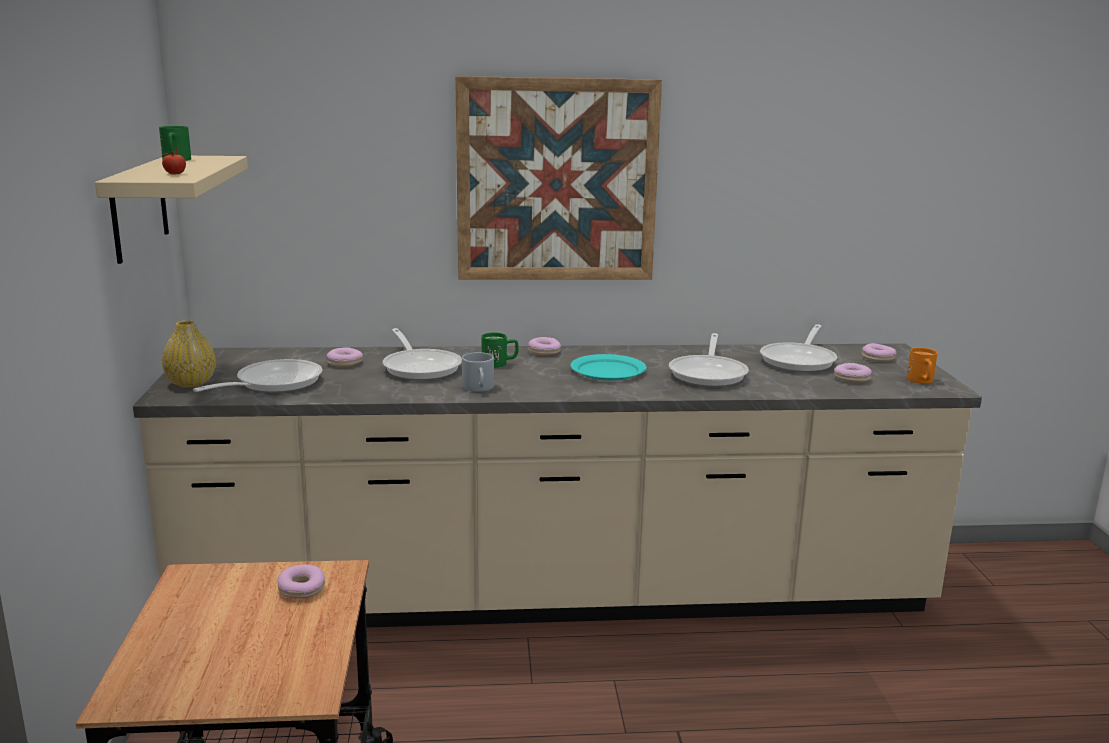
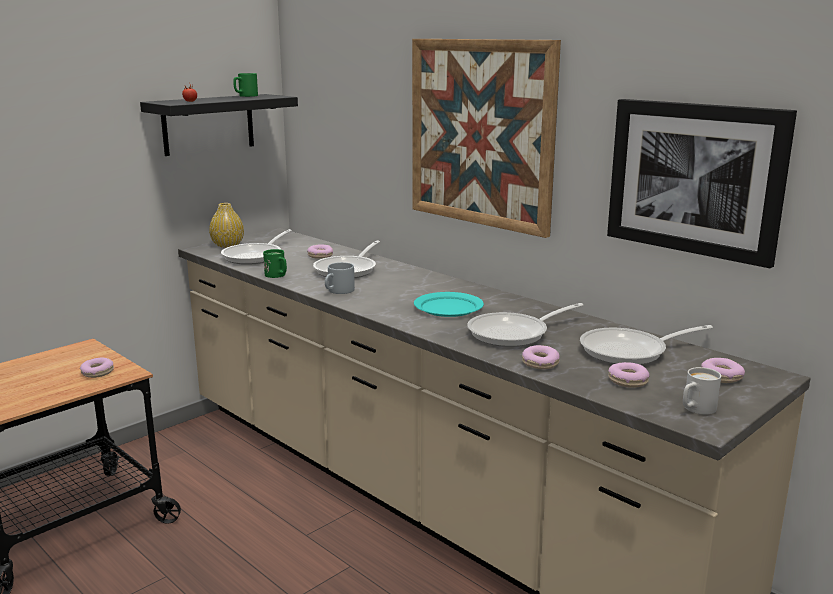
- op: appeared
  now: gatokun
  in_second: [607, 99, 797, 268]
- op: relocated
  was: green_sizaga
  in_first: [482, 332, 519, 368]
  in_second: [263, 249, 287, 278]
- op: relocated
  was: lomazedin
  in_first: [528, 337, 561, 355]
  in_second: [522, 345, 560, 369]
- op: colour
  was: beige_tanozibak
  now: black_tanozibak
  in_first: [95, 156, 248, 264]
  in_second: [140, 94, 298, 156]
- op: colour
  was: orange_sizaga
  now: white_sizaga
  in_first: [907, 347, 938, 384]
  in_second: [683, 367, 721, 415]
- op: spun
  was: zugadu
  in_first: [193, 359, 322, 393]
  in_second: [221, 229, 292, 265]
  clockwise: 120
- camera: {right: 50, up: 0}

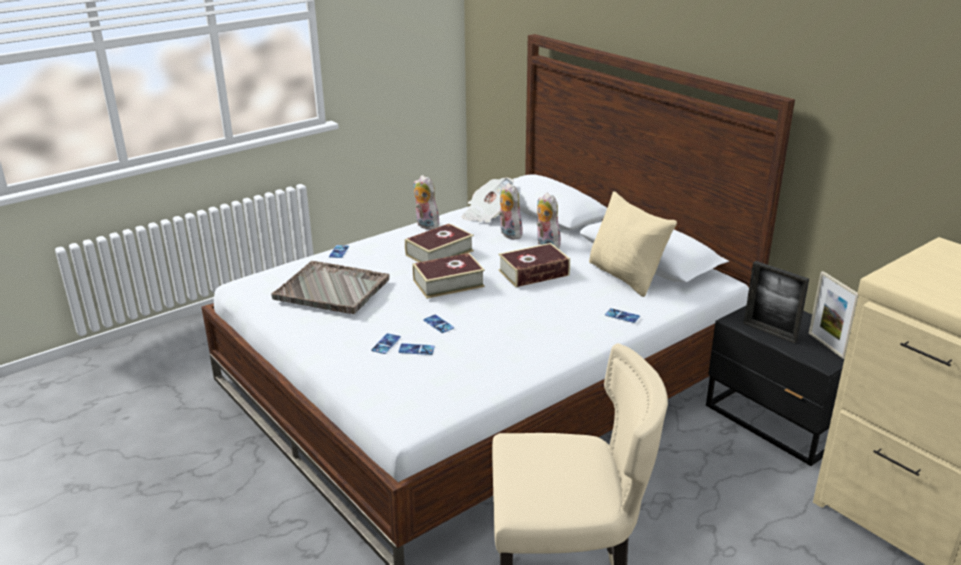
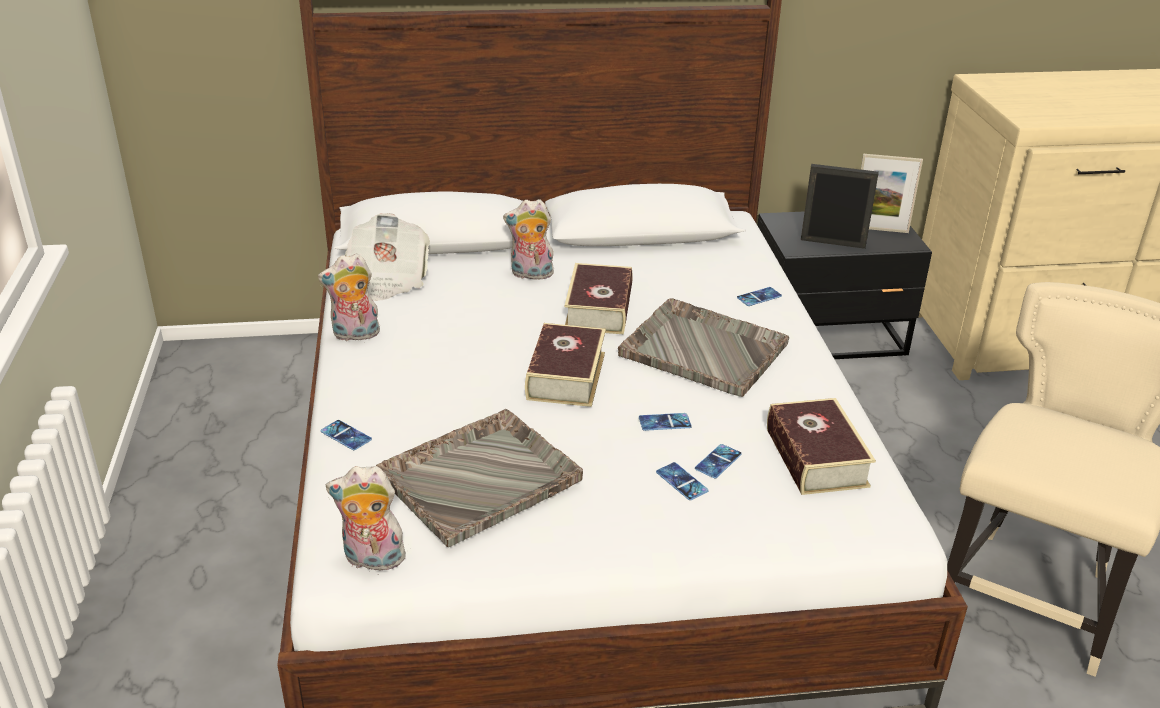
- op: missing
  was: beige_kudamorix
  in_first: [589, 191, 677, 297]
- op: appeared
  now: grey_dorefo
  in_second: [618, 298, 789, 397]
- op: relocated
  was: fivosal
  in_first: [405, 223, 474, 262]
  in_second: [767, 398, 876, 495]
- op: relocated
  was: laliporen
  in_first: [498, 183, 523, 239]
  in_second: [326, 466, 406, 571]
- op: spun
  was: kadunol
  in_first: [744, 261, 809, 343]
  in_second: [801, 164, 879, 249]
  clockwise: -150
- camera: {right: -60, up: 5}

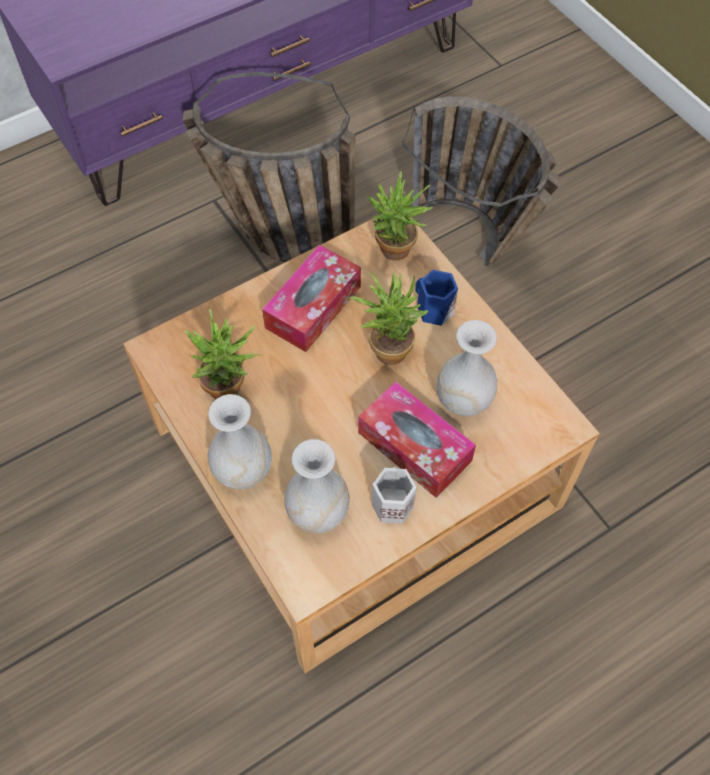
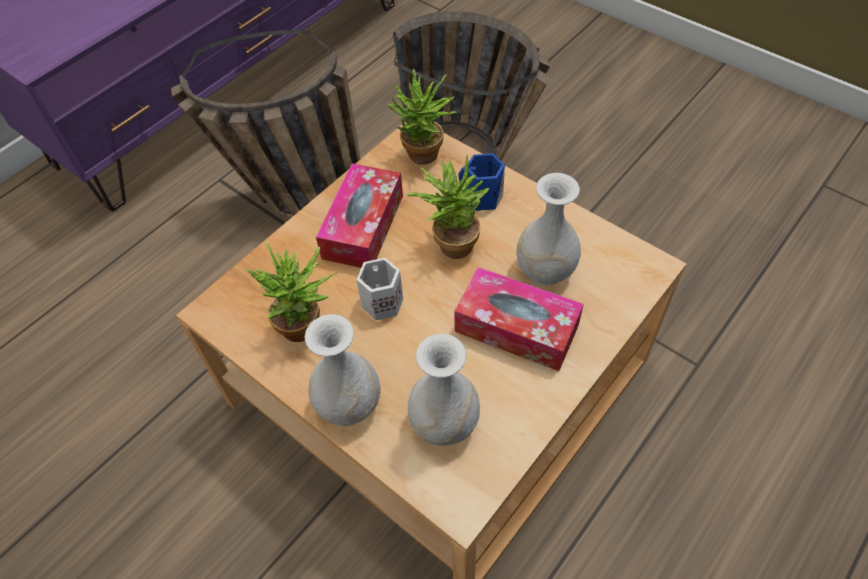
- op: relocated
  was: white_sizaga
  in_first: [372, 467, 417, 524]
  in_second: [356, 258, 403, 320]
- camera: {right: -15, up: -5}

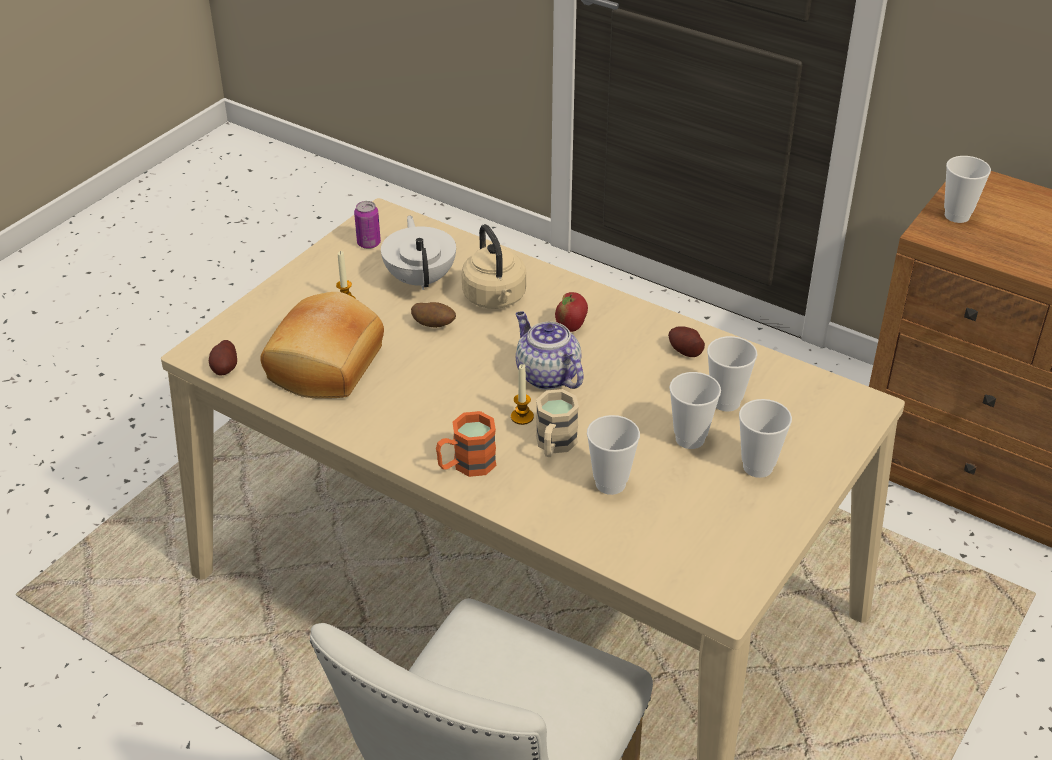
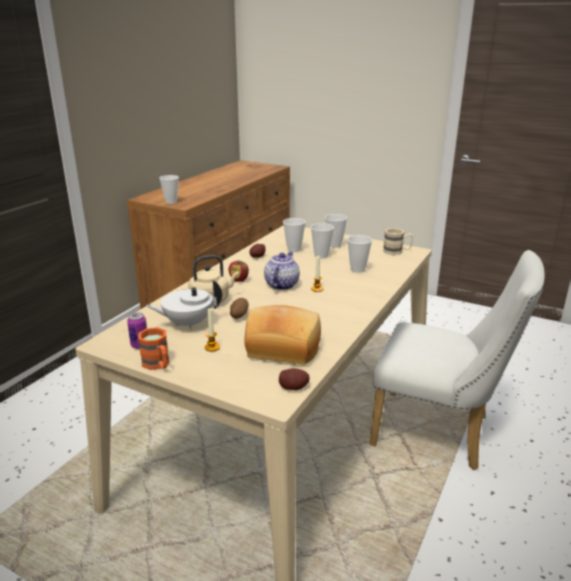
- op: relocated
  was: orange_sizaga
  in_first: [436, 411, 496, 477]
  in_second: [138, 327, 169, 370]
- op: relocated
  was: beige_sizaga
  in_first: [536, 389, 579, 457]
  in_second: [383, 228, 413, 255]
- op: spun
  was: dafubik
  in_first: [516, 311, 584, 390]
  in_second: [264, 252, 300, 290]
  clockwise: 150
- camera: {right: -95, up: -15}

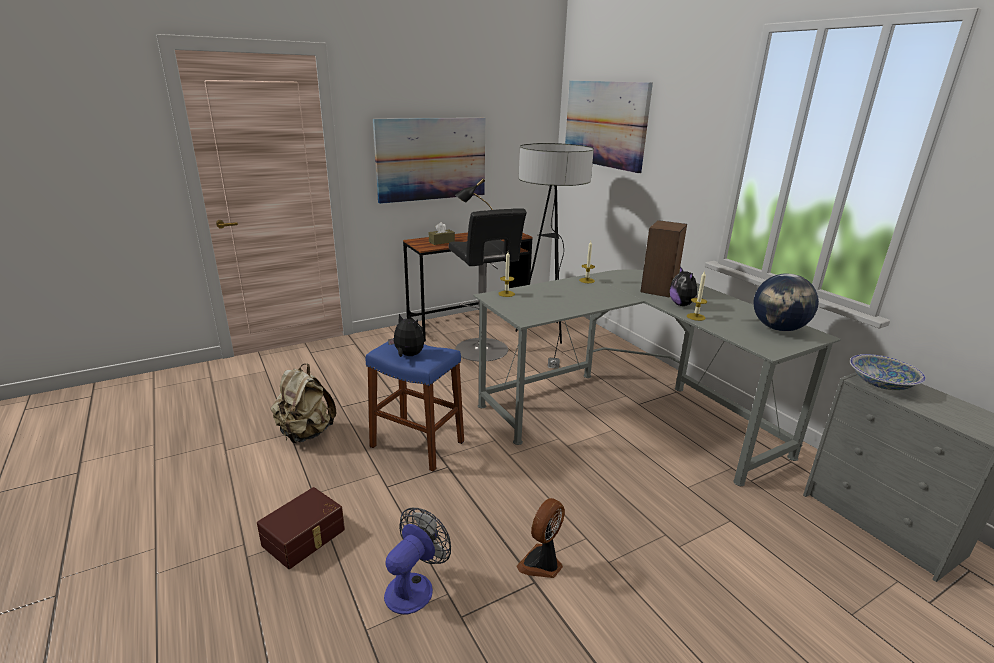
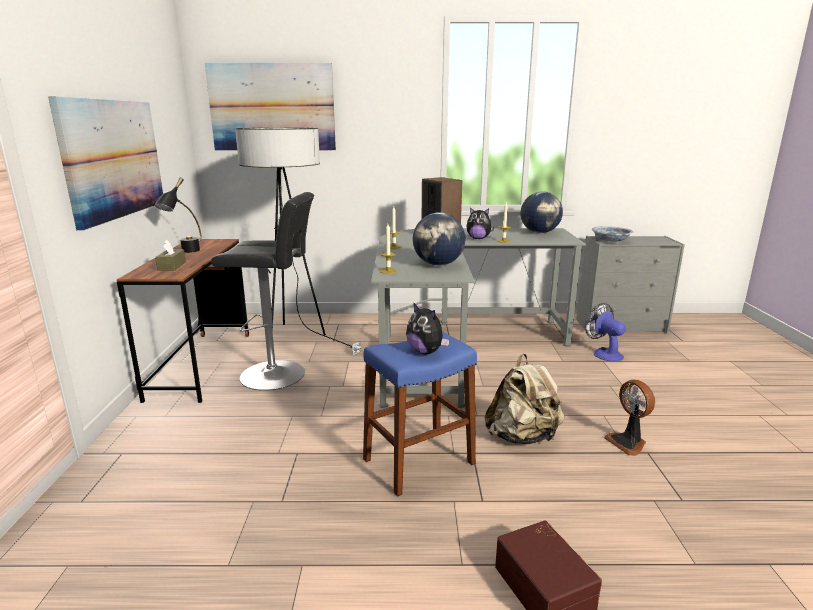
- op: appeared
  now: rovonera
  in_second: [413, 212, 466, 266]
- op: relocated
  was: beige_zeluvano
  in_first: [271, 363, 337, 443]
  in_second: [484, 354, 564, 444]
- op: relocated
  was: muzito
  in_first: [384, 508, 451, 615]
  in_second: [585, 303, 626, 362]
- op: spun
  was: laliporen
  in_first: [388, 314, 424, 357]
  in_second: [406, 302, 449, 355]
  clockwise: -105
- camera: {right: -60, up: -5}

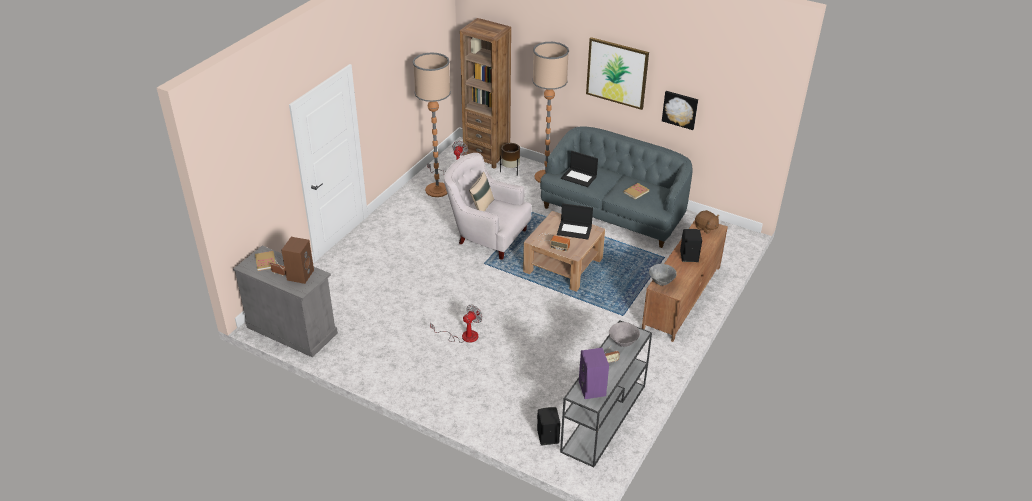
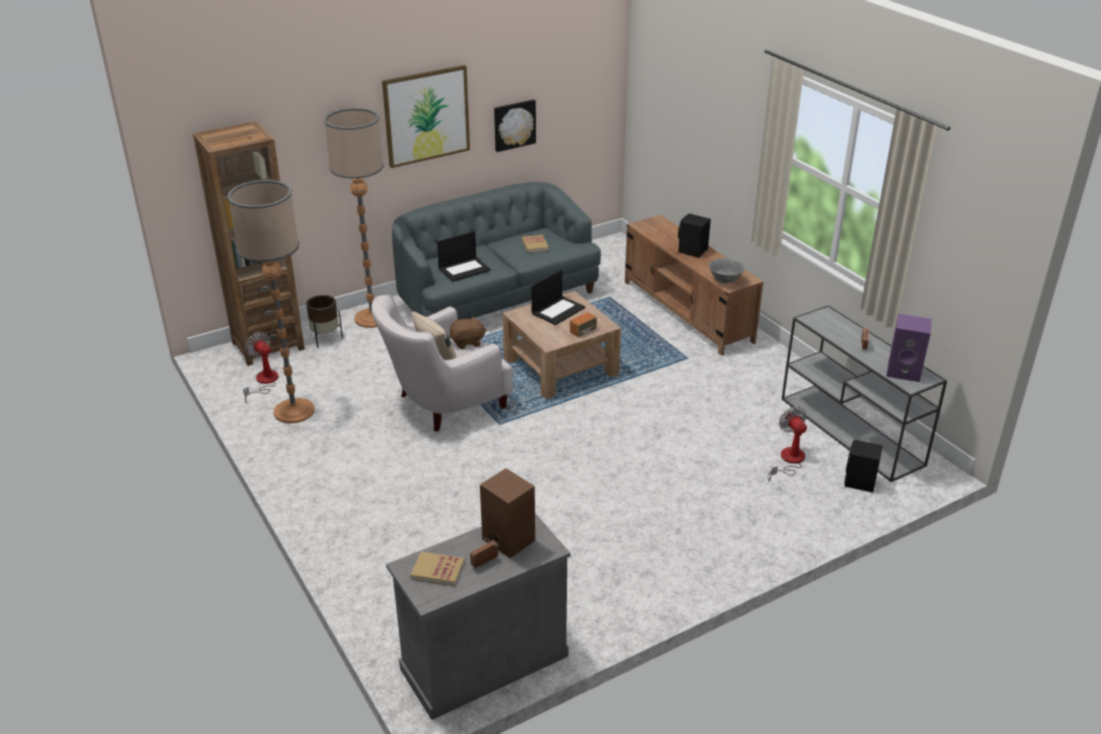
- op: missing
  was: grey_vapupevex
  in_first: [609, 322, 640, 347]
- op: relocated
  was: muzito
  in_first: [430, 305, 483, 343]
  in_second: [768, 407, 807, 481]
- op: relocated
  was: brown_laliporen
  in_first: [695, 210, 719, 234]
  in_second: [449, 316, 486, 349]
- camera: {right: -60, up: -5}

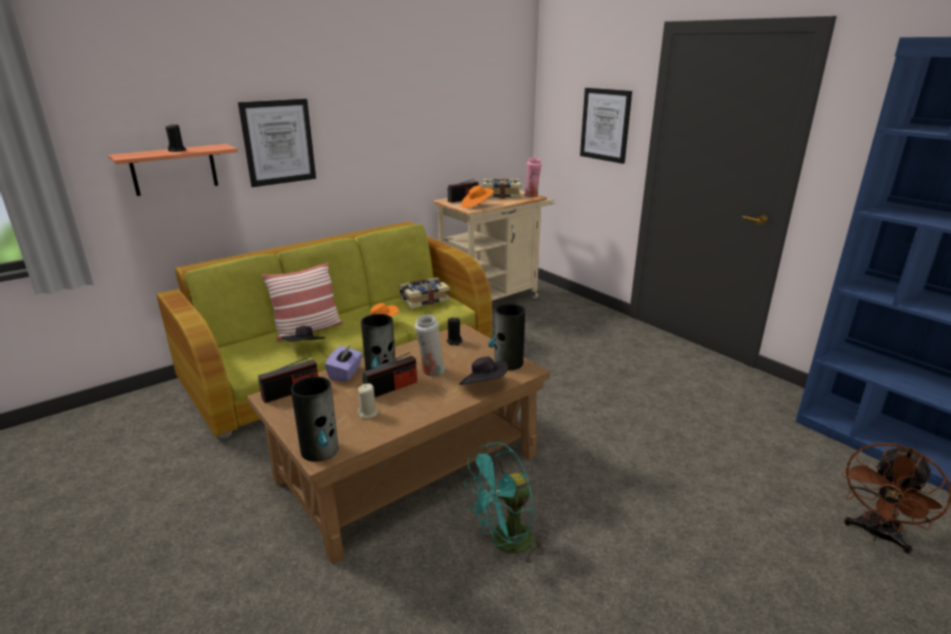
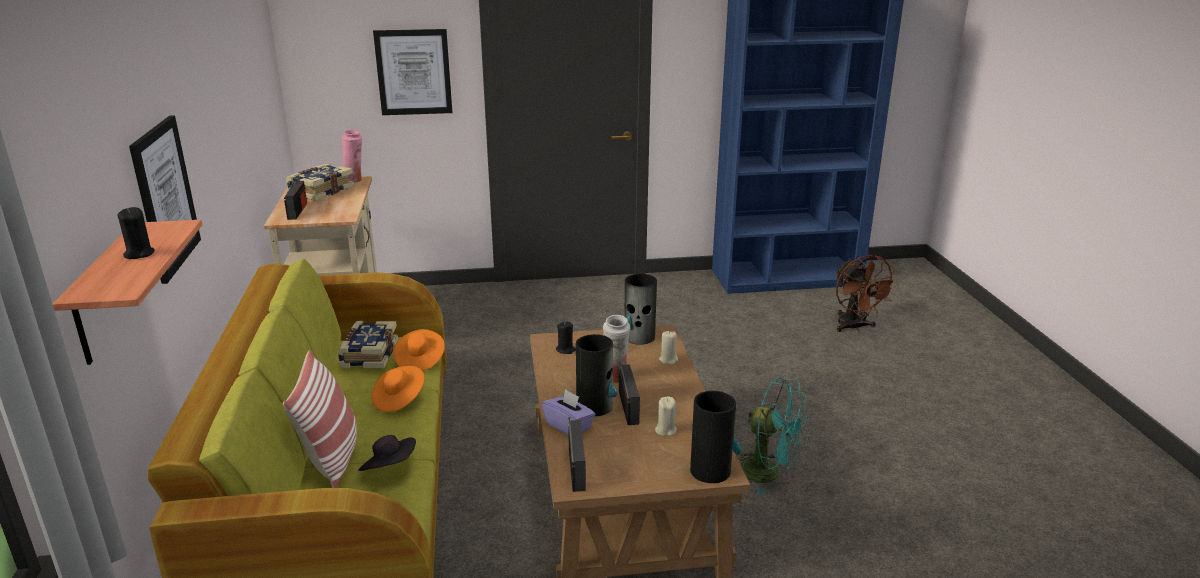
- op: relocated
  was: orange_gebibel
  in_first: [461, 185, 494, 208]
  in_second: [394, 329, 445, 371]
- op: exchanged
  was: black_gebibel
  now: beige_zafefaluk
  in_first: [459, 357, 508, 385]
  in_second: [659, 331, 678, 365]
- op: spun
  was: turquoise_muzito
  in_first: [464, 442, 548, 565]
  in_second: [736, 377, 808, 495]
  clockwise: -60
- camera: {right: -60, up: 0}

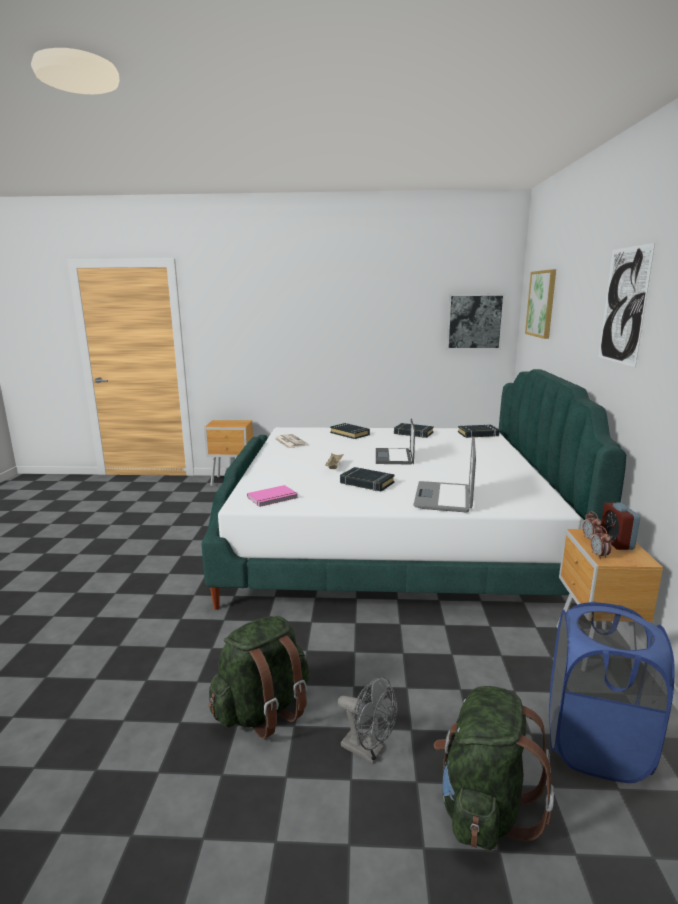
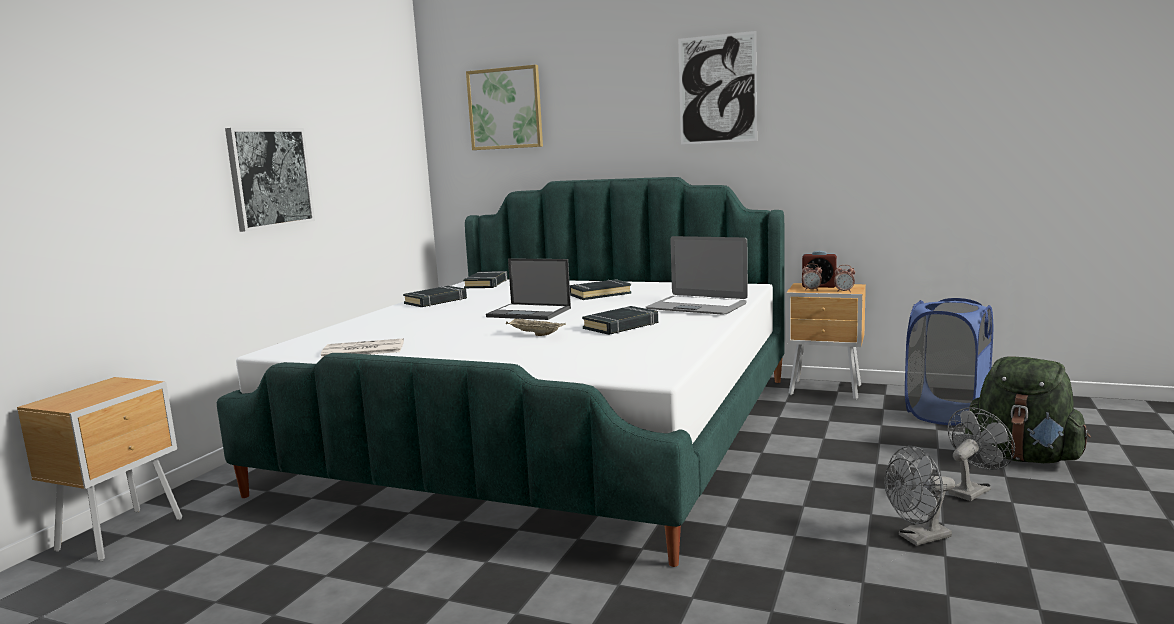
- op: missing
  was: pink_fivosal
  in_first: [247, 485, 298, 507]
- op: relocated
  was: black_fivosal
  in_first: [330, 423, 370, 439]
  in_second: [570, 279, 632, 300]
- op: relocated
  was: gatokun
  in_first: [446, 294, 505, 350]
  in_second: [225, 128, 315, 232]
- op: exchanged
  was: green_zeluvano
  now: grey_muzito
  in_first: [208, 616, 309, 739]
  in_second: [884, 446, 955, 546]
- camera: {right: -70, up: -5}

